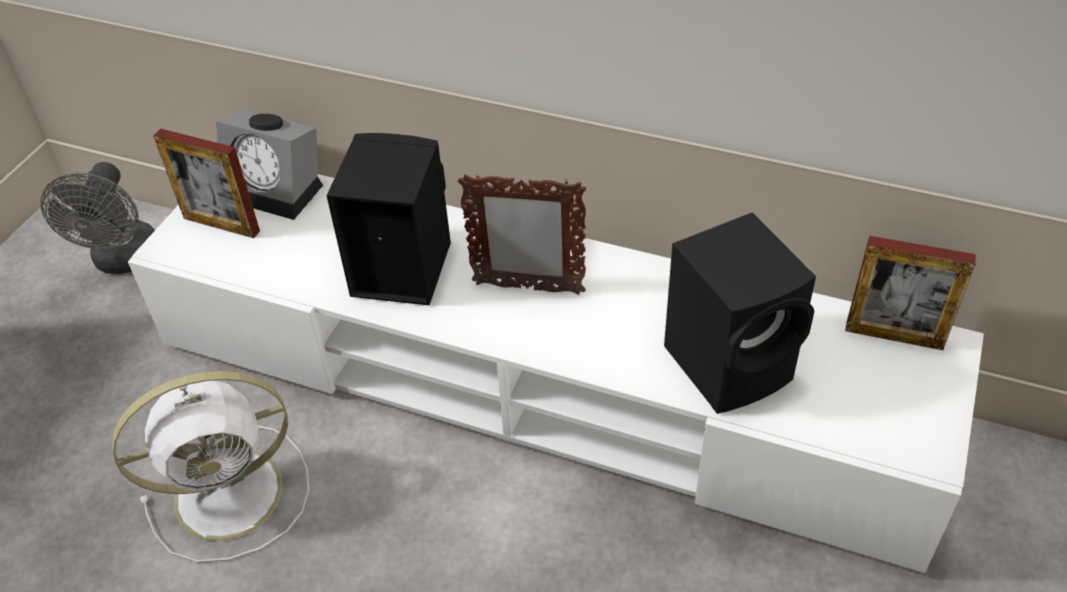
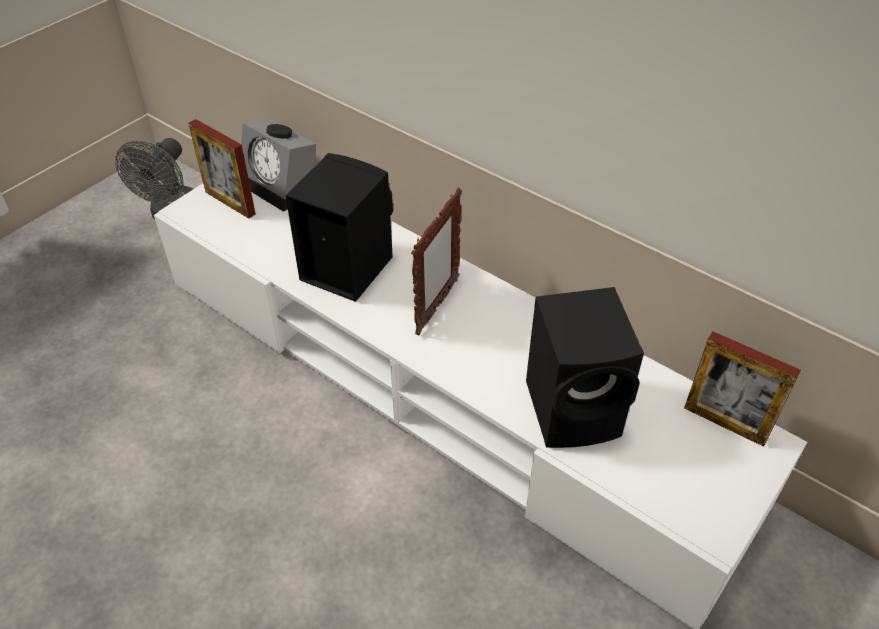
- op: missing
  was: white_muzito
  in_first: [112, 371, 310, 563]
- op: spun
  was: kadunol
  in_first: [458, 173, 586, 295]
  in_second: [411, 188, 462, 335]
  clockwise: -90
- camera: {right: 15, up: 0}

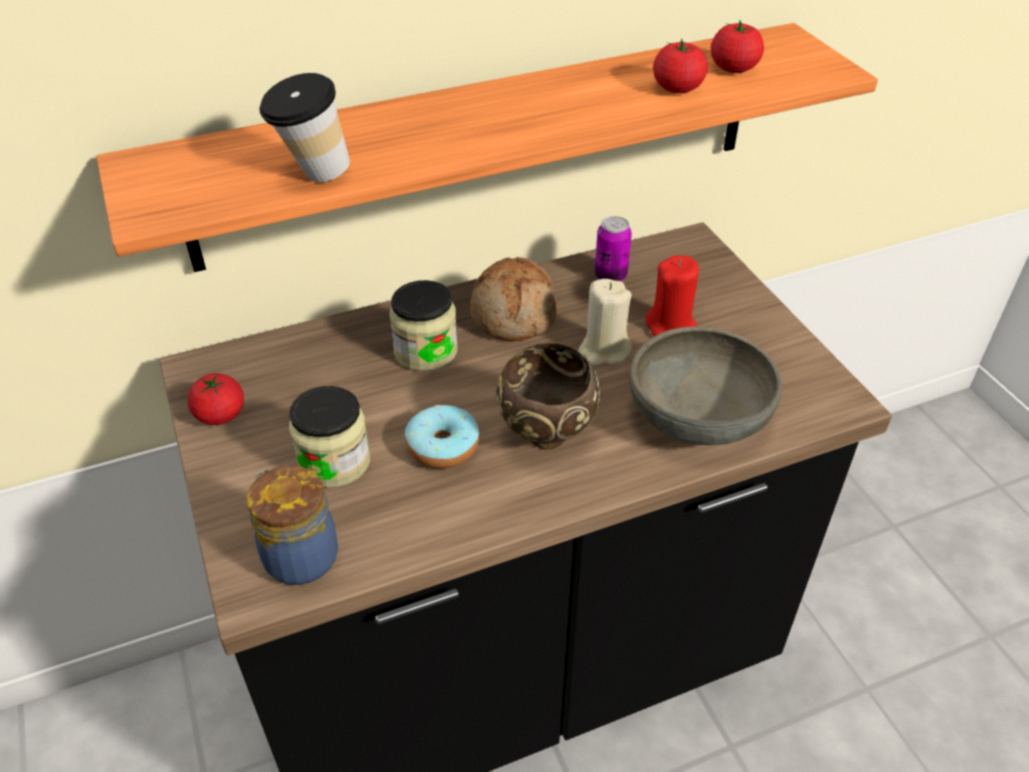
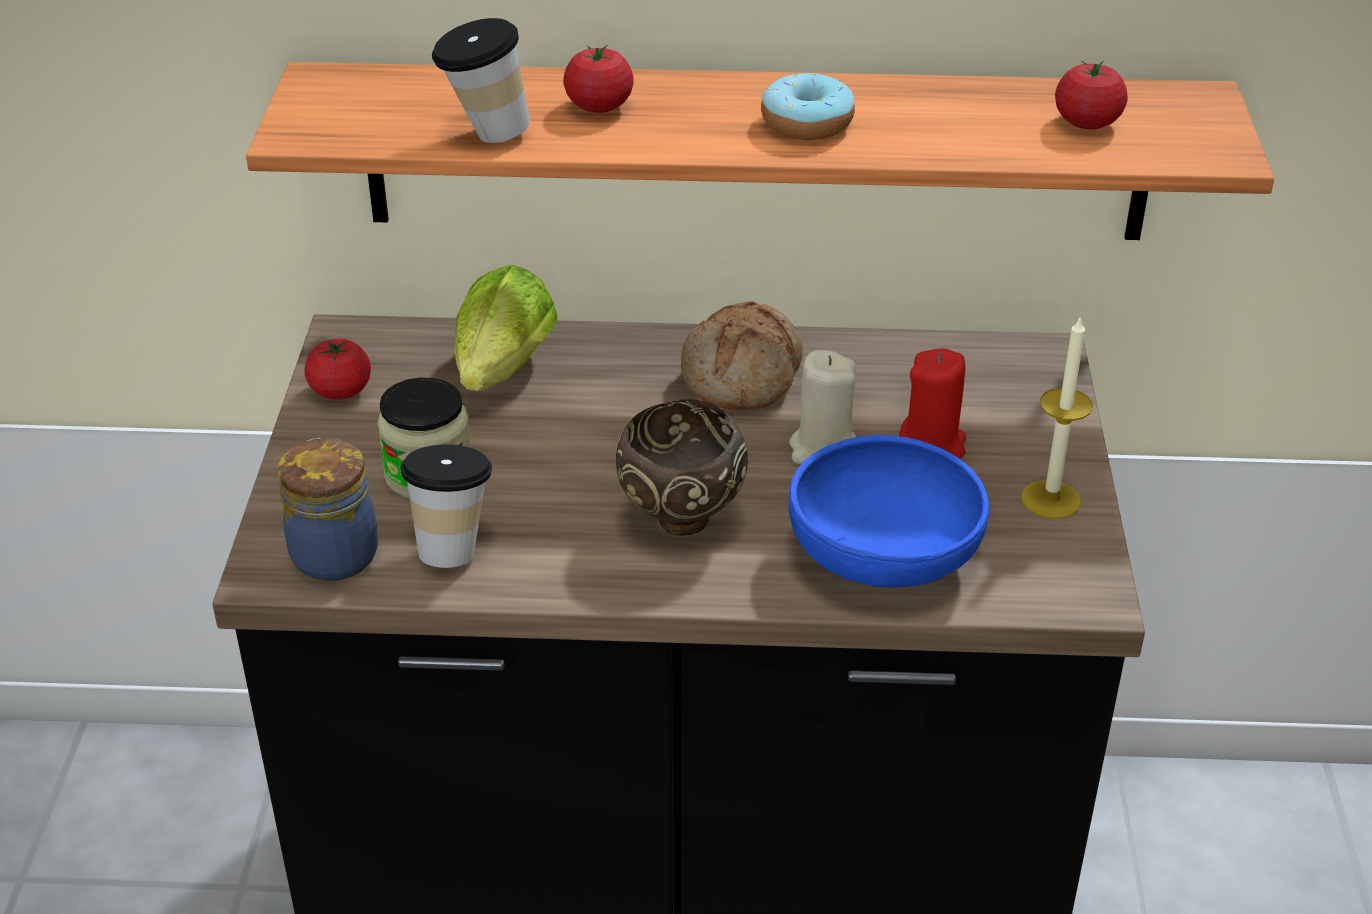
- op: missing
  was: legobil
  in_first: [389, 280, 458, 371]
- op: missing
  was: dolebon
  in_first: [595, 216, 632, 281]
- op: appeared
  now: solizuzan
  in_second: [400, 444, 492, 568]
- op: appeared
  now: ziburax
  in_second: [454, 265, 558, 391]
- op: appeared
  now: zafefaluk
  in_second: [1021, 315, 1093, 519]
- op: relocated
  was: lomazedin
  in_first: [405, 405, 480, 469]
  in_second: [761, 73, 855, 140]
- op: relocated
  was: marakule
  in_first: [653, 38, 708, 93]
  in_second: [563, 45, 634, 113]
- op: colour
  was: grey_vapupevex
  now: blue_vapupevex
  in_first: [630, 326, 782, 445]
  in_second: [789, 435, 989, 588]
- camera: {right: 25, up: -5}

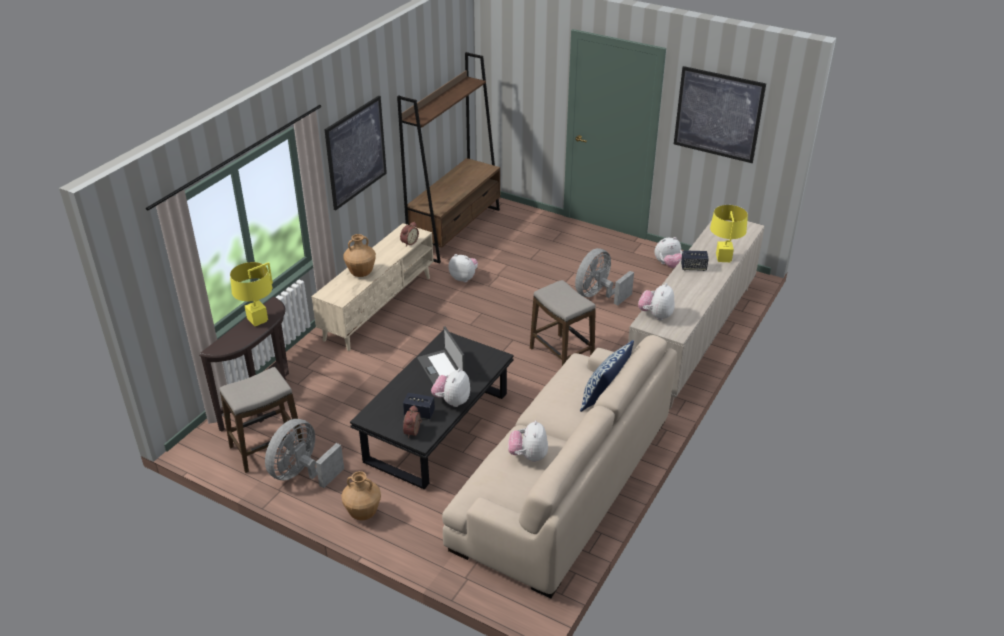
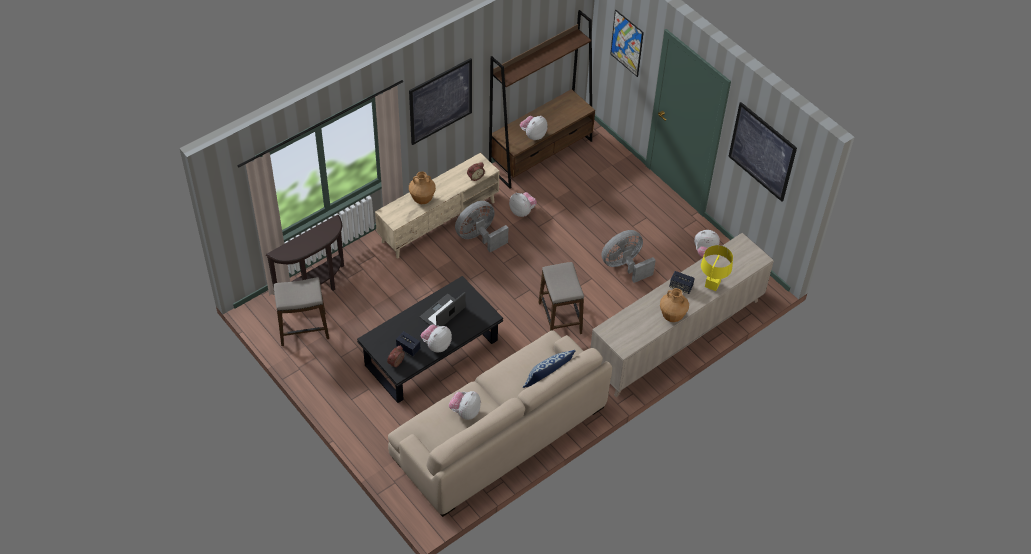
- op: missing
  was: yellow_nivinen
  in_first: [230, 262, 273, 326]
- op: appeared
  now: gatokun
  in_second: [611, 10, 644, 77]
- op: relocated
  was: grey_muzito
  in_first: [265, 419, 344, 488]
  in_second: [455, 201, 508, 252]
- op: relocated
  was: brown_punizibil
  in_first: [341, 471, 381, 520]
  in_second: [660, 288, 689, 322]
- op: relocated
  was: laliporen
  in_first: [638, 283, 675, 321]
  in_second: [520, 116, 548, 140]
- op: spun
  was: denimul
  in_first: [417, 326, 465, 385]
  in_second: [420, 292, 466, 326]
  clockwise: 45
- camera: {right: 20, up: 15}

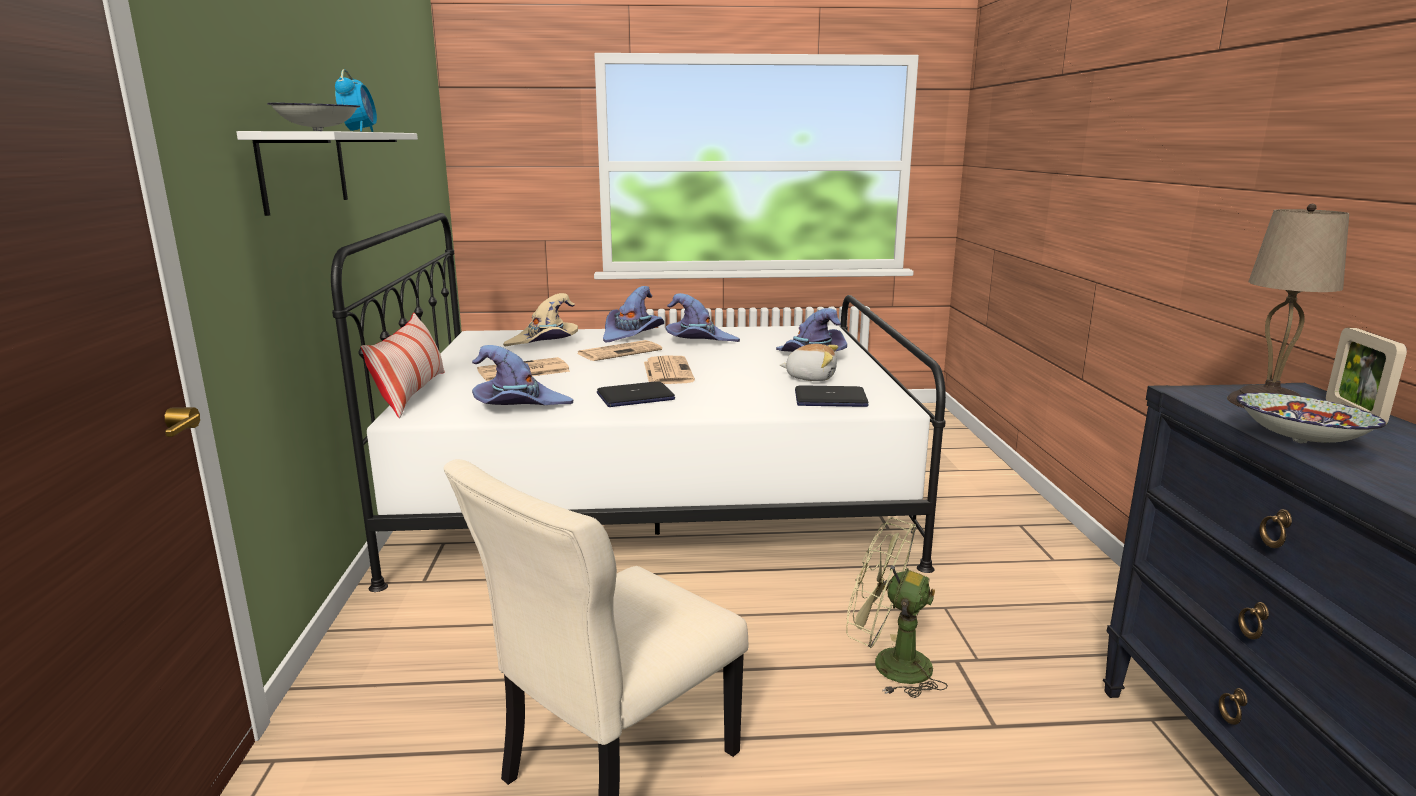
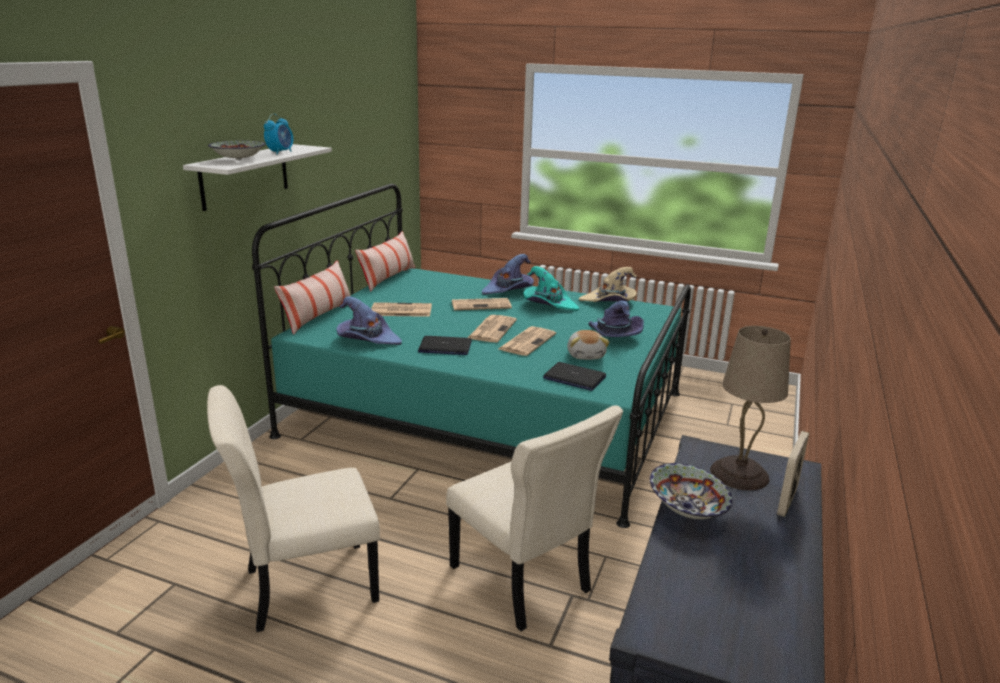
- op: appeared
  now: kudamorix
  in_second: [355, 231, 415, 292]
- op: appeared
  now: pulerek
  in_second: [498, 326, 556, 356]
- op: relocated
  was: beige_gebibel
  in_first: [503, 293, 578, 346]
  in_second: [579, 267, 637, 302]
- op: exchanged
  was: green_muzito
  now: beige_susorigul
  in_first: [846, 517, 948, 698]
  in_second: [446, 405, 623, 631]
- op: colour
  was: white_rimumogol
  now: turquoise_rimumogol
  in_first: [331, 213, 946, 592]
  in_second: [252, 184, 691, 528]
- op: colour
  was: purple_gebibel
  now: turquoise_gebibel
  in_first: [666, 293, 740, 342]
  in_second: [523, 266, 579, 311]
- op: spun
  was: laliporen
  in_first: [780, 344, 838, 381]
  in_second: [567, 330, 610, 360]
  clockwise: 45
- camera: {right: 25, up: 5}

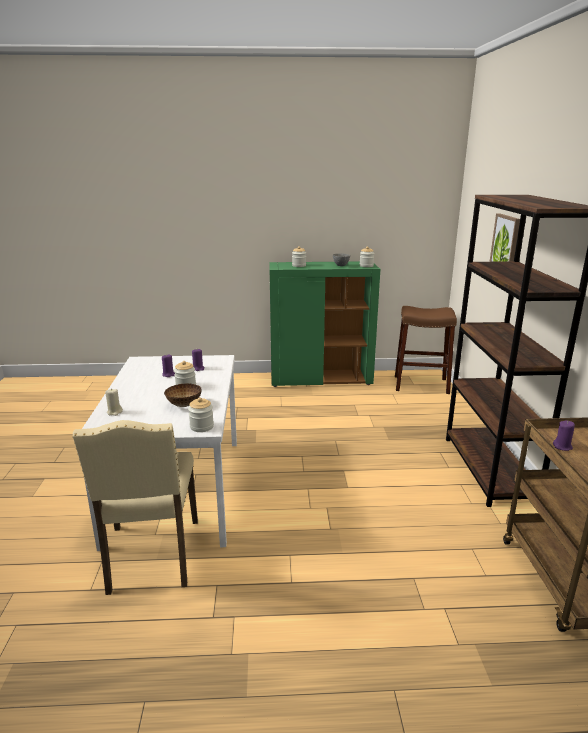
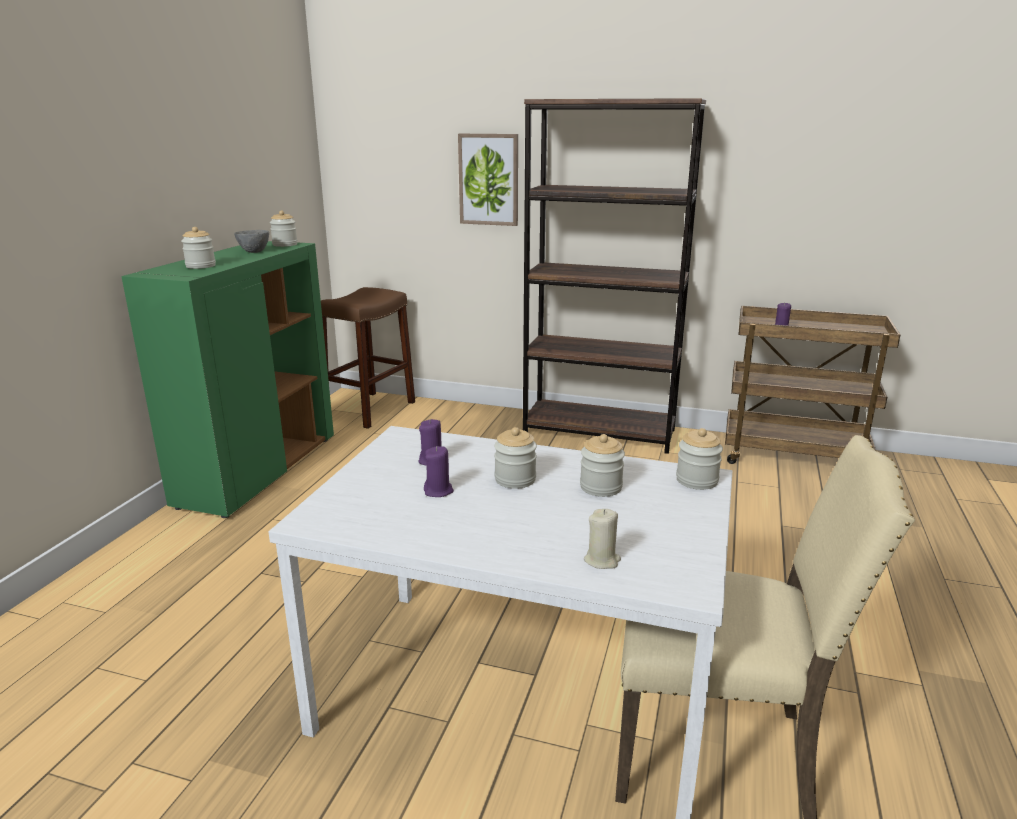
- op: exchanged
  was: vapupevex
  now: legobil
  in_first: [164, 384, 202, 407]
  in_second: [580, 434, 625, 497]
- camera: {right: -70, up: 0}

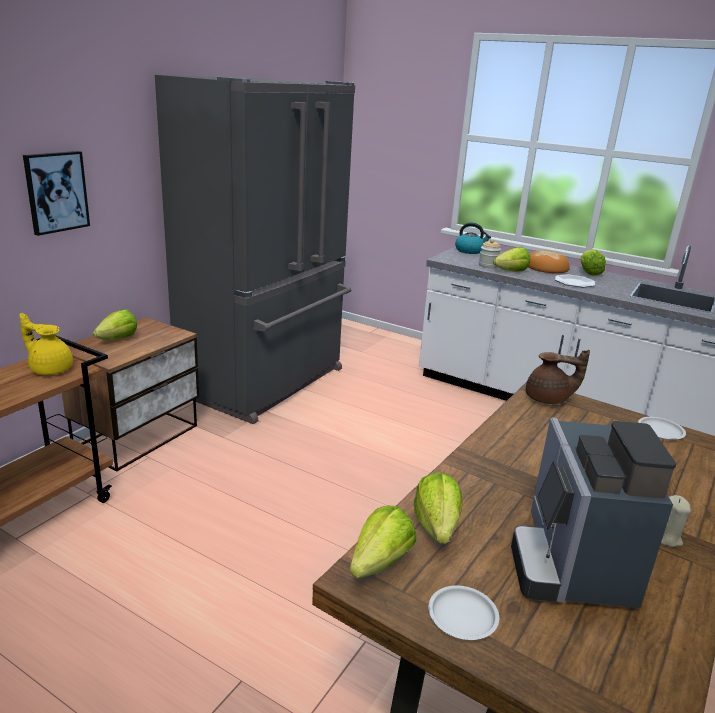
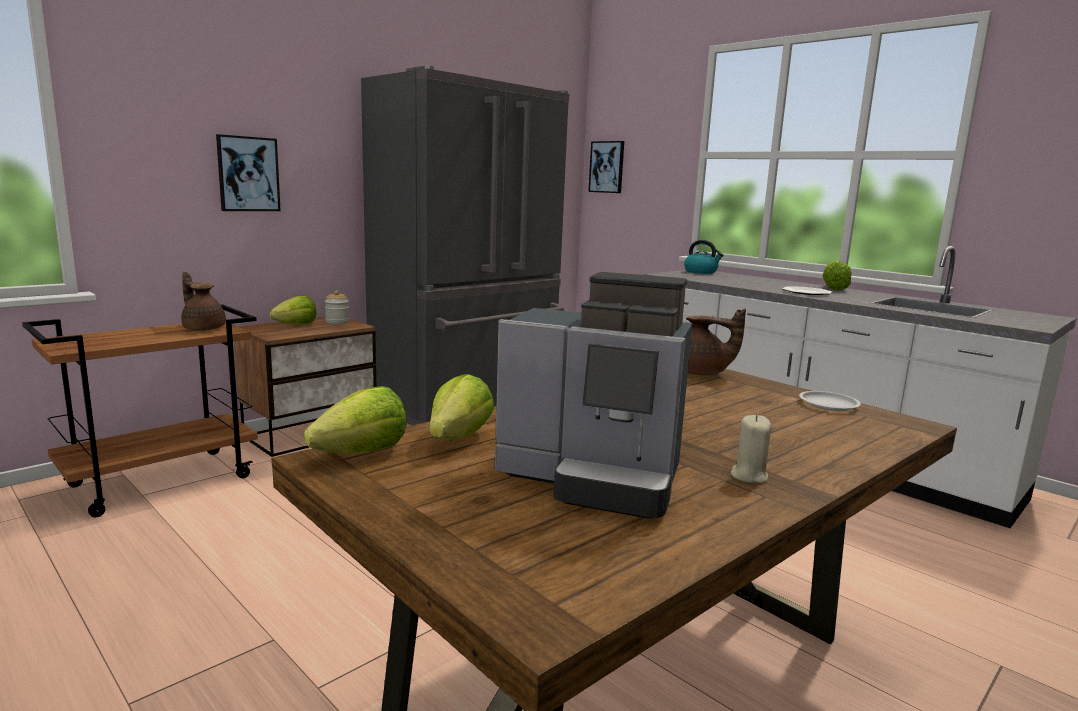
- op: missing
  was: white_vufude
  in_first: [428, 585, 499, 640]
- op: missing
  was: ziburax
  in_first: [493, 247, 530, 272]
- op: missing
  was: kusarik
  in_first: [528, 251, 570, 273]
- op: appeared
  now: gatokun
  in_second: [588, 141, 624, 193]
- op: relocated
  was: legobil
  in_first: [479, 239, 501, 268]
  in_second: [325, 291, 350, 324]
- op: colour
  was: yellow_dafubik
  now: brown_dafubik
  in_first: [19, 313, 73, 375]
  in_second: [181, 272, 226, 331]
- op: spun
  was: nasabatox
  in_first: [511, 417, 676, 608]
  in_second: [495, 272, 692, 519]
  clockwise: -90
- camera: {right: 15, up: -10}

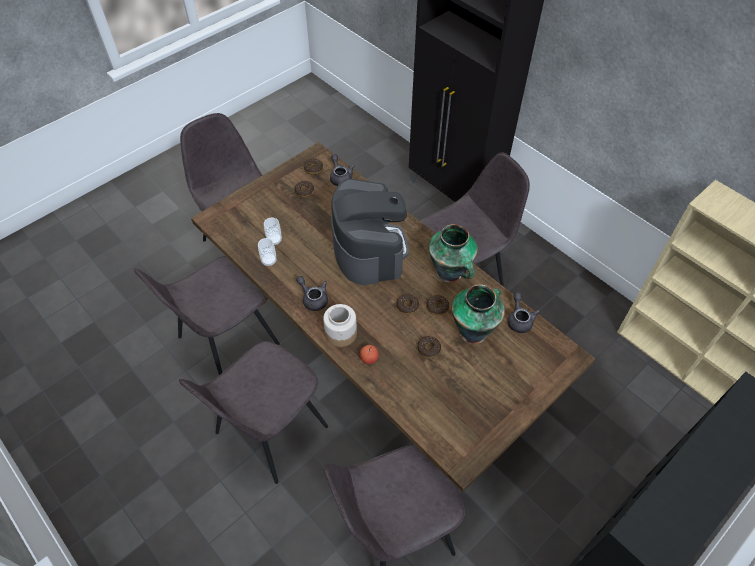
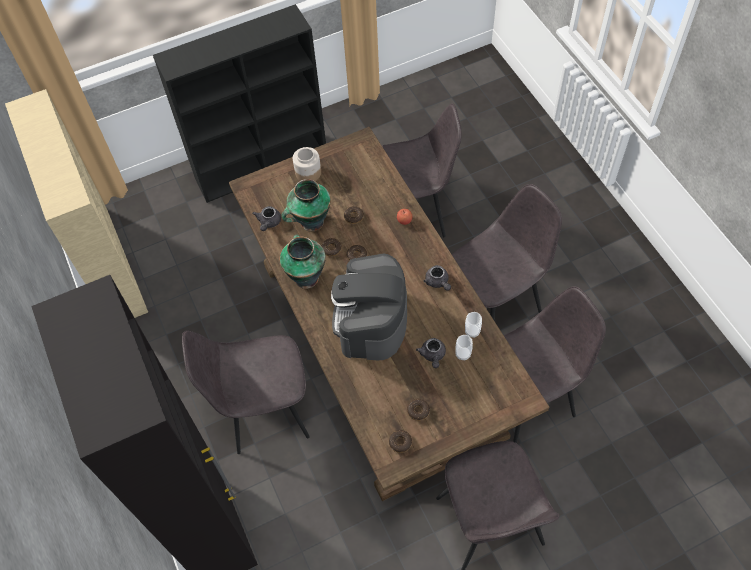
- op: relocated
  was: legobil
  in_first: [323, 304, 357, 347]
  in_second: [293, 147, 321, 181]
- op: relocated
  was: grey_dafubik
  in_first: [330, 154, 355, 186]
  in_second: [416, 338, 446, 368]
- camera: {right: -160, up: 5}

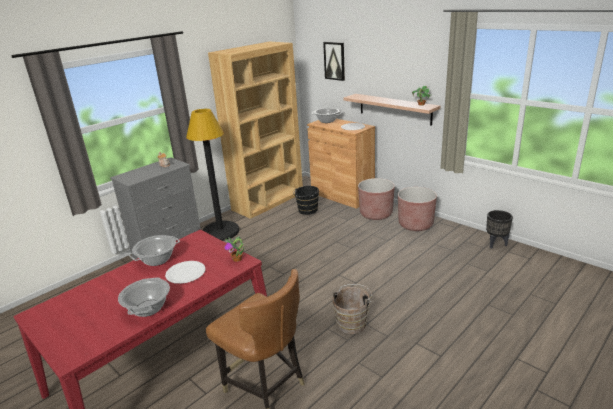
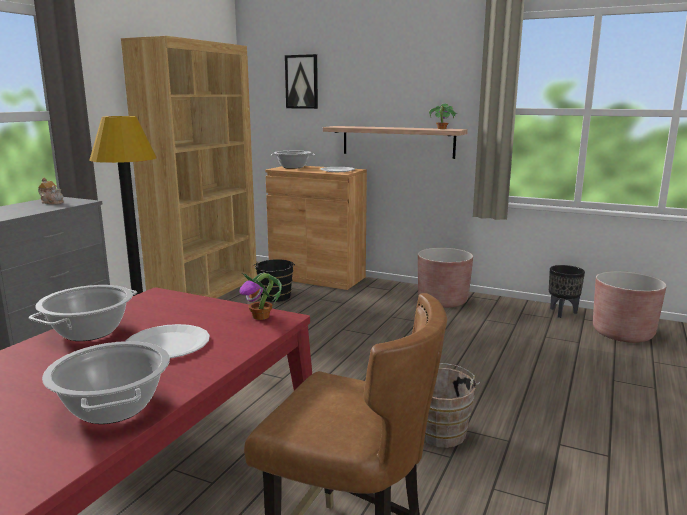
- op: relocated
  was: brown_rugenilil
  in_first: [358, 178, 395, 220]
  in_second: [593, 271, 667, 343]
- camera: {right: -20, up: -10}

